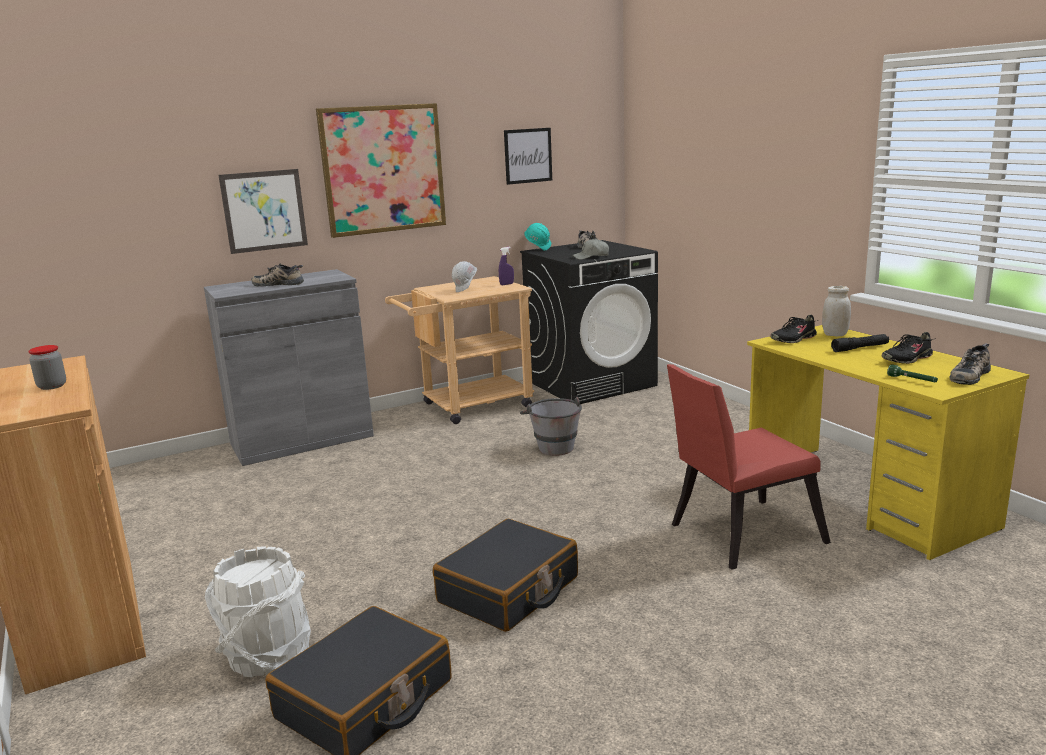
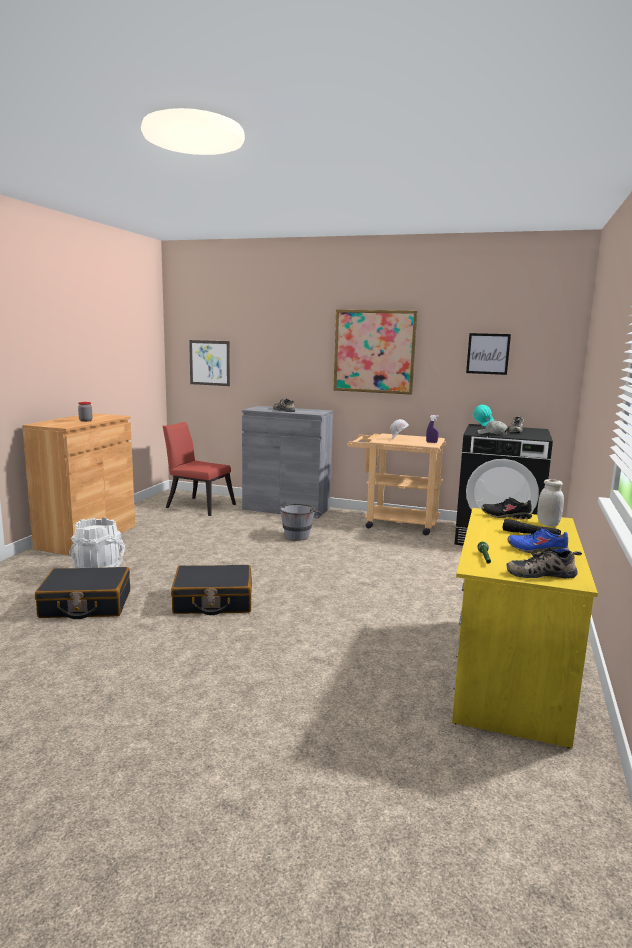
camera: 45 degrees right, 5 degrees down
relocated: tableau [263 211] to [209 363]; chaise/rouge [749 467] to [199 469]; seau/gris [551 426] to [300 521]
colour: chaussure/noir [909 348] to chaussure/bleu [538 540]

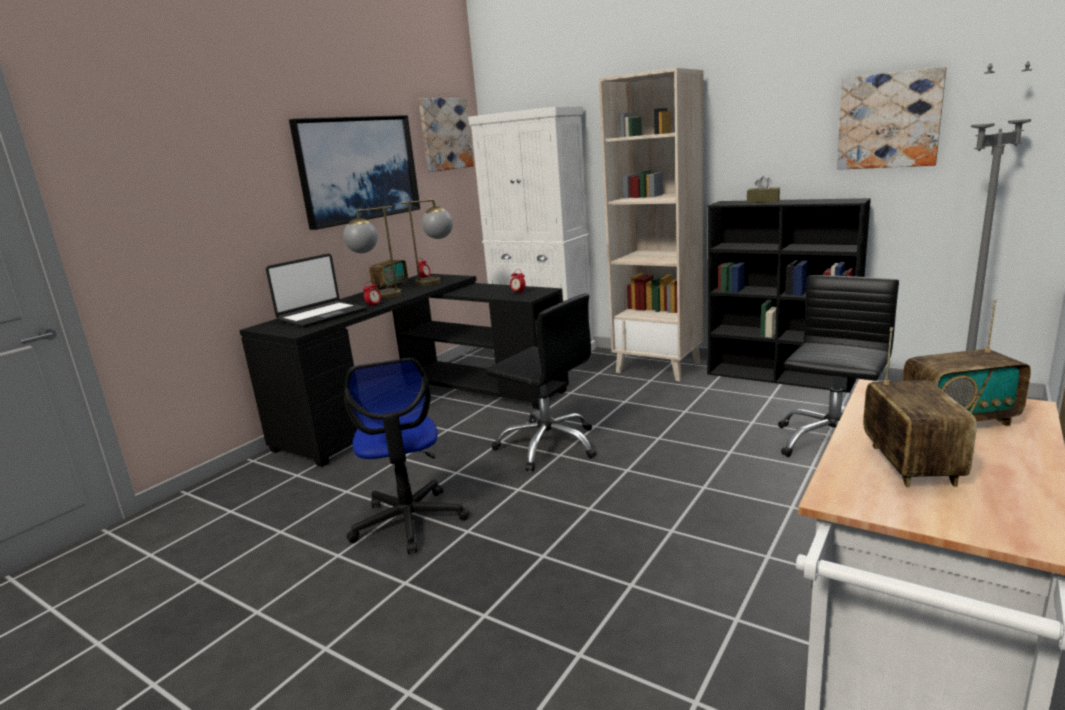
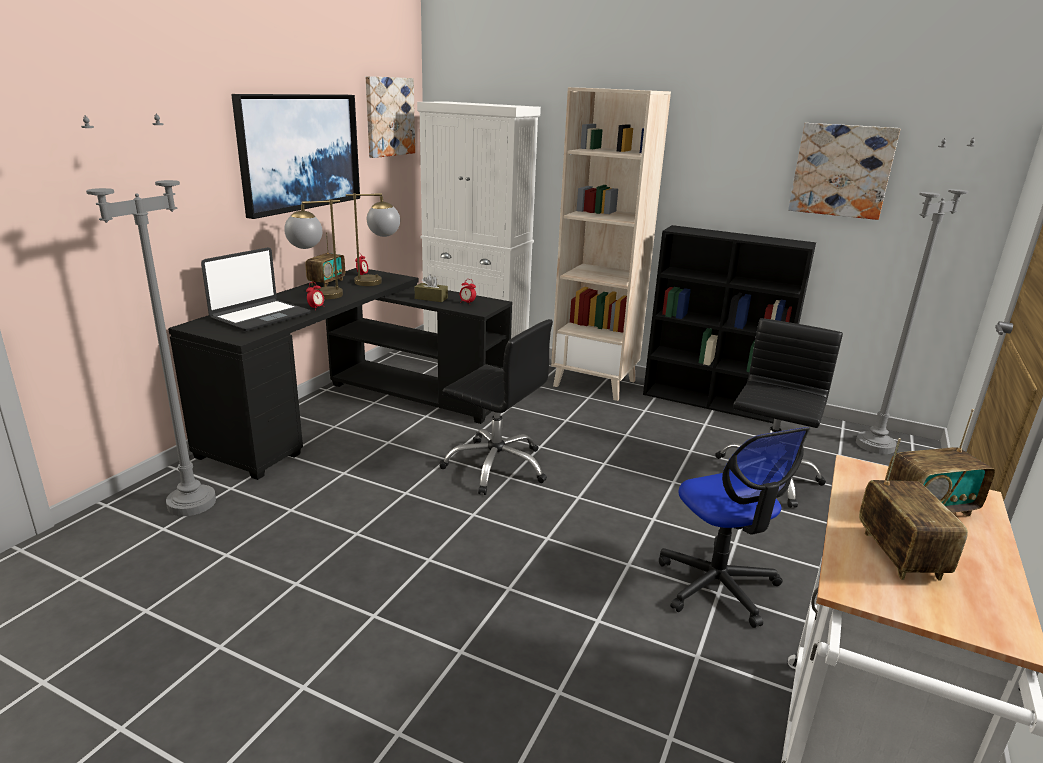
camera: 10 degrees left, 5 degrees up
appeared: lampadaire/gris [148 315]
relocated: boîte à mouchoirs/marron [763 189] to [431 288]; chaise de bureau [407 456] to [734 527]

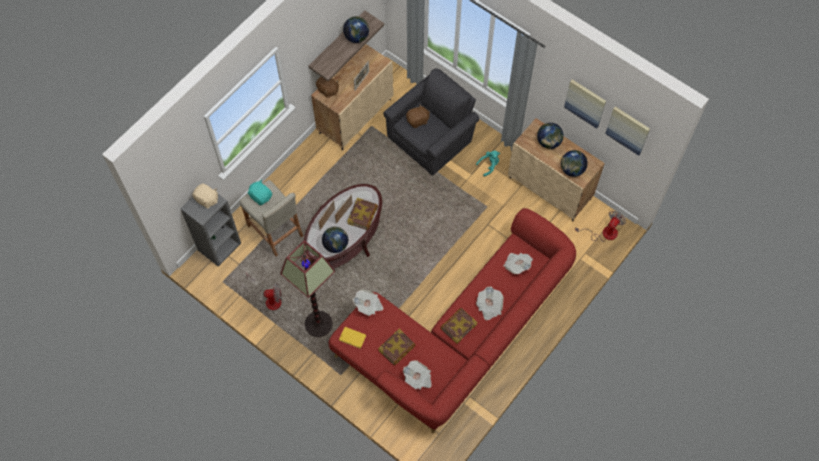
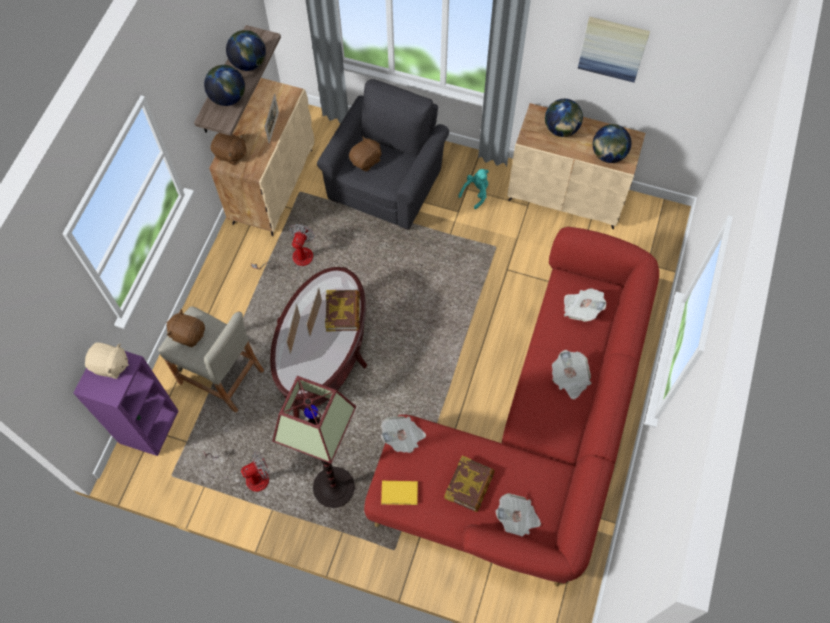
camera: 20 degrees left, 0 degrees up
missing: tableau [627 131]; livre [458 326]
relocated: ventilateur [600 226] to [283 249]; globe [335 240] to [224 85]
colour: peluche/turquoise [259 192] to peluche/marron [185 328]; bibliothèque/gris [211 230] to bibliothèque/violet [126 403]

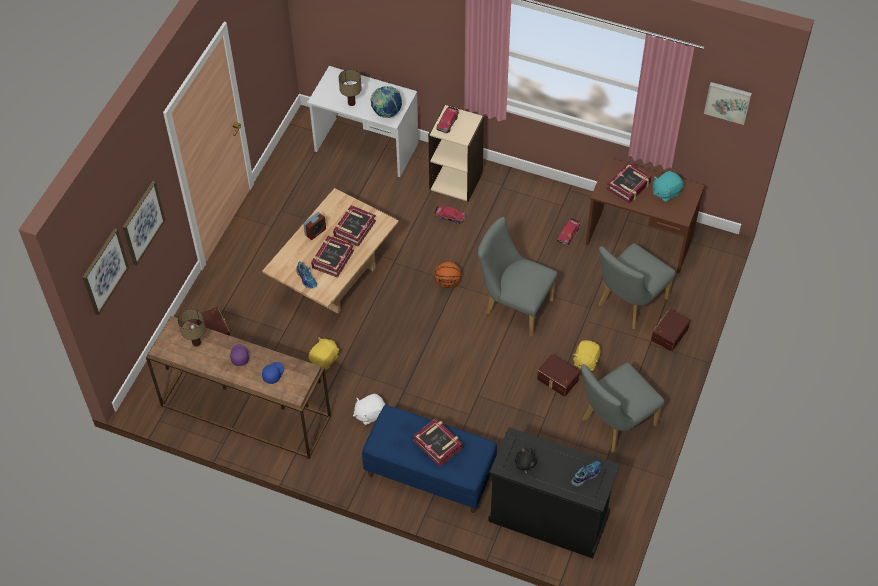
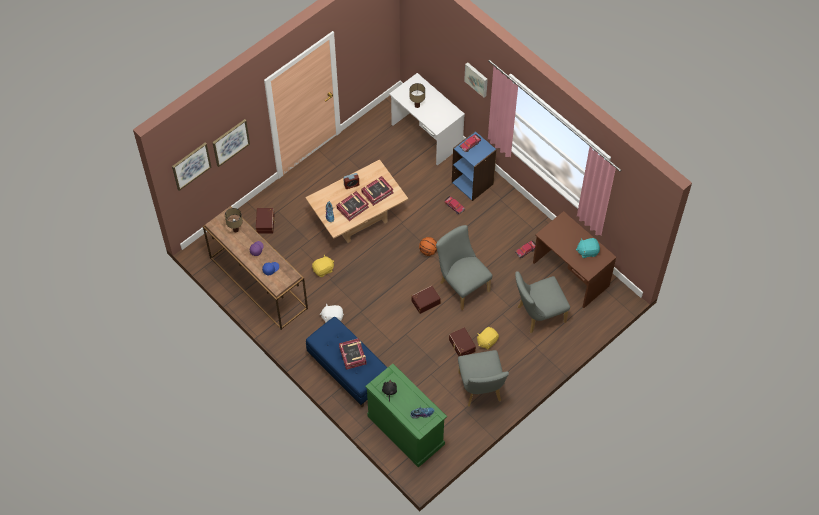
camera: 25 degrees right, 5 degrees up
missing: globe [386 102]; livre [629 183]
relocated: tableau [728 103] to [476 80]; boîte de rangement/marron [670 330] to [426 299]
colour: bibliothèque/beige [456 153] to bibliothèque/bleu [474 166]; commode/noir [554 492] to commode/vert [406 416]
spun: chaise/gris [622 408] = [483 378] 90 degrees counterclockwise

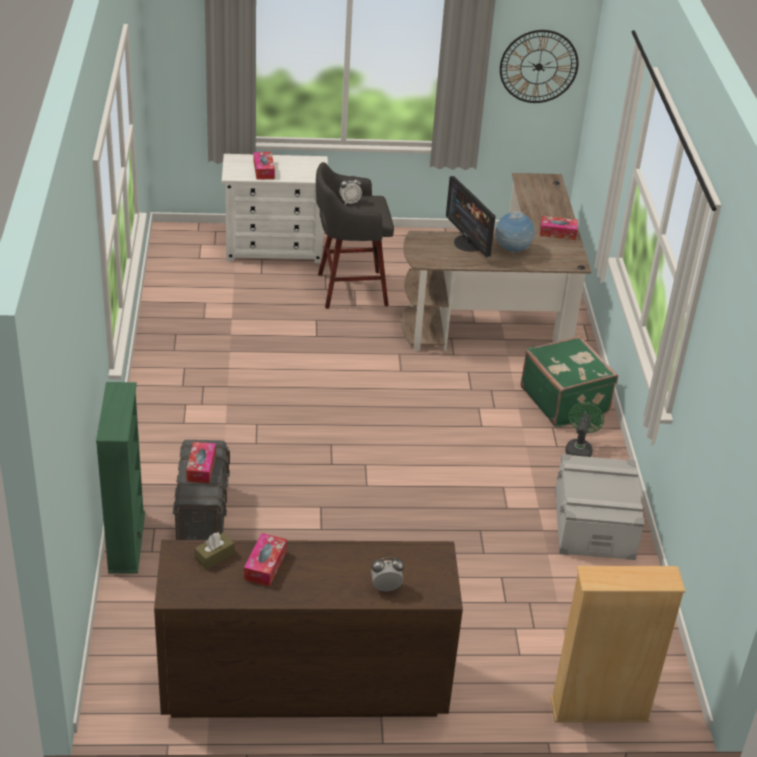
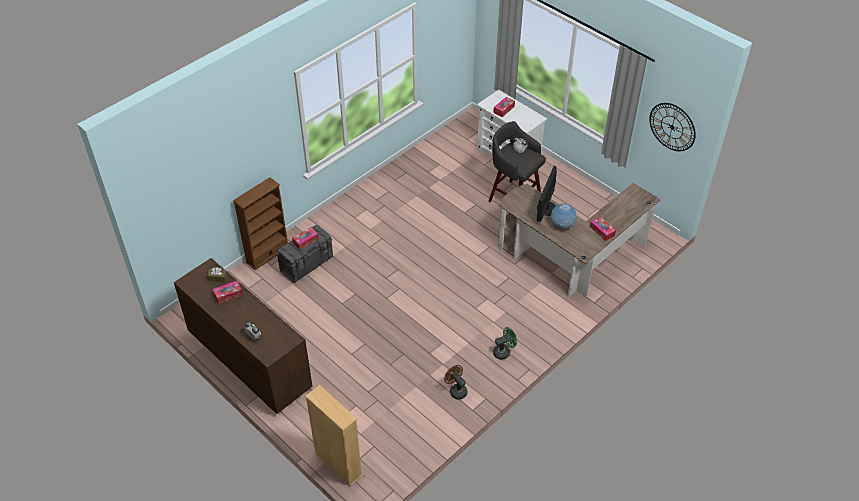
camera: 50 degrees right, 10 degrees up
missing: valise/vert [569 381]
exchanged: boîte de rangement/gris [600 507] to ventilateur/marron [455 382]
colour: bibliothèque/vert [120 477] to bibliothèque/marron [260 223]

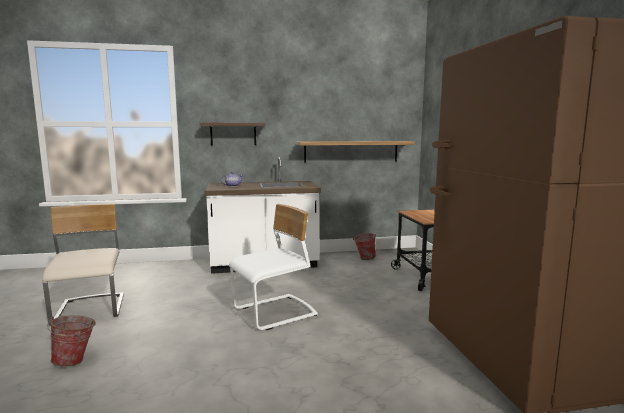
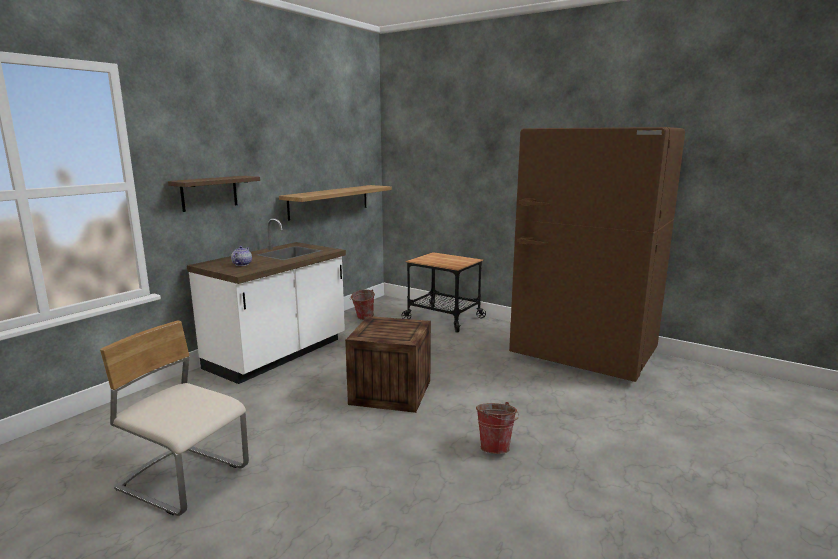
camera: 45 degrees left, 5 degrees up
relocated: seau [71 341] to [497 428]
exchanged: chaise/blanc [273 267] to caisse [388 364]

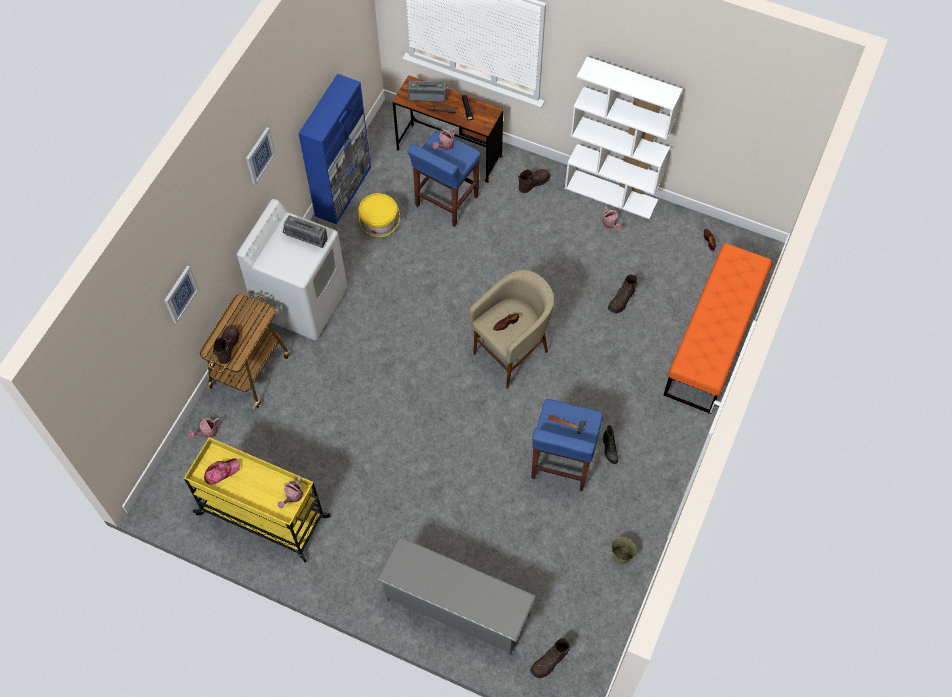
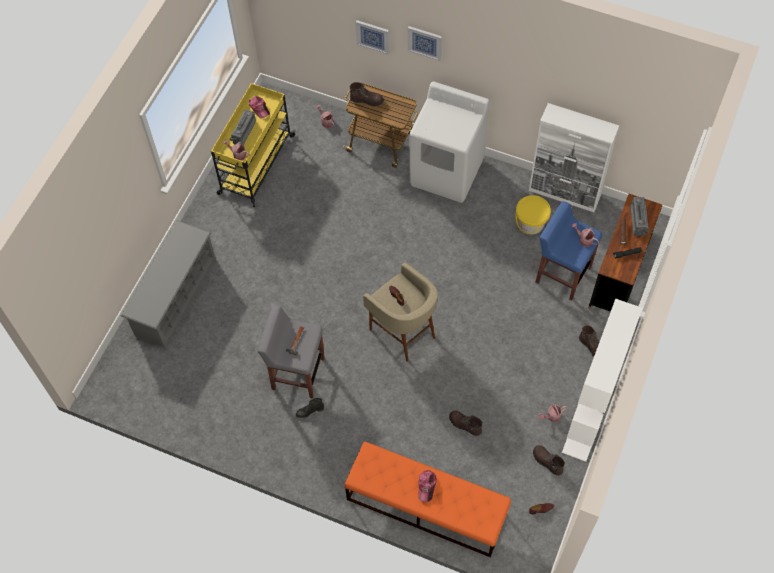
camera: 90 degrees right, 0 degrees up
missing: seau/beige [624 550]
appeared: casquette [427 486]
relocated: tableau [261 156] to [425 43]; radio [305 231] to [242 127]; botte/marron [550 658] to [549 460]
colour: meuble de rangement/bleu [334 149] to meuble de rangement/blanc [574 157]; tabouret/bleu [567 445] to tabouret/gris [291 352]

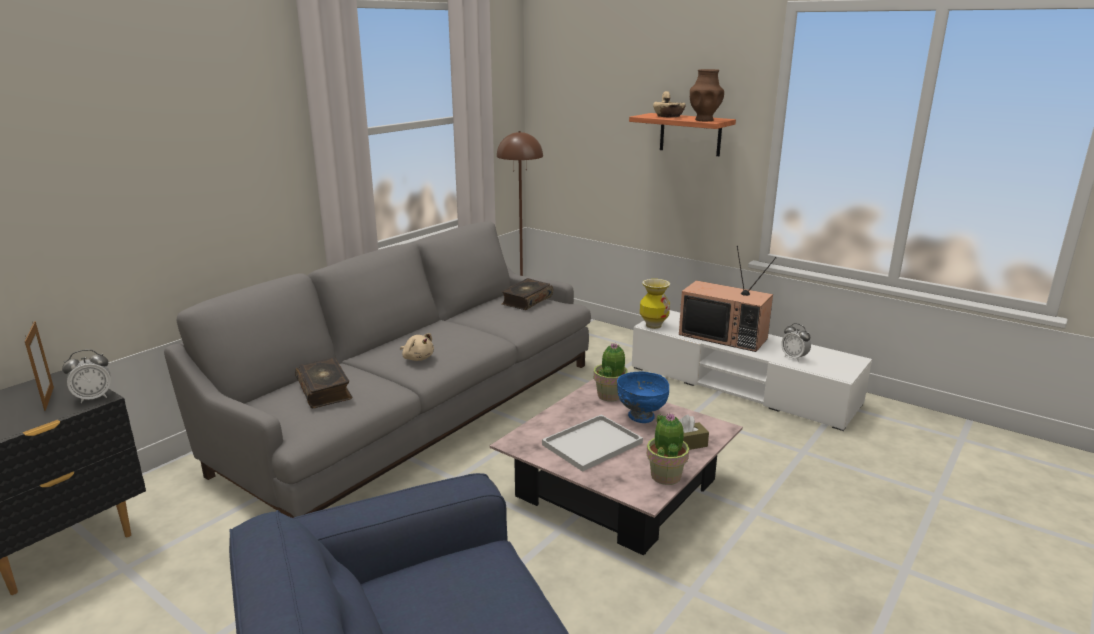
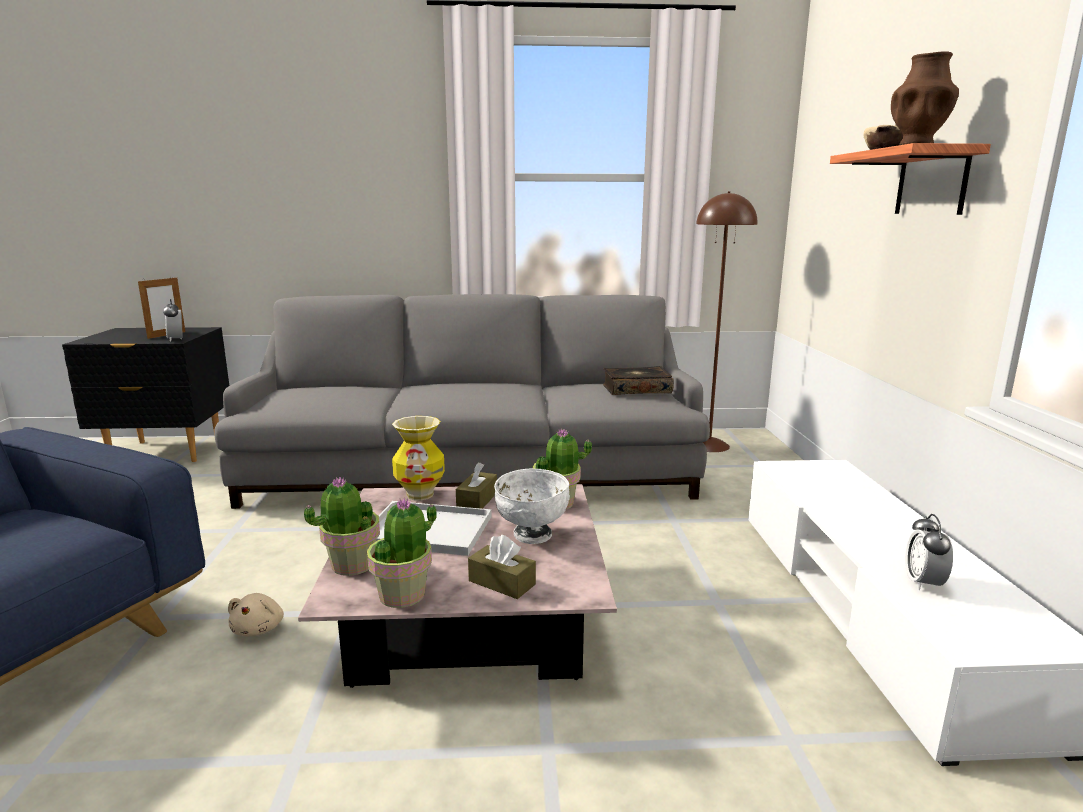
camera: 50 degrees right, 5 degrees down
missing: téléviseur [728 299]; livre [324 383]
appeared: boîte à mouchoirs/marron [476 485]; plante en pot [342 526]
relocated: vase [655 304] to [418 458]; peluche/beige [417 347] to [256 615]
colour: bol/bleu [643 397] to bol/blanc [532 506]
spun: réveil [86 376] = [172 320] 45 degrees clockwise

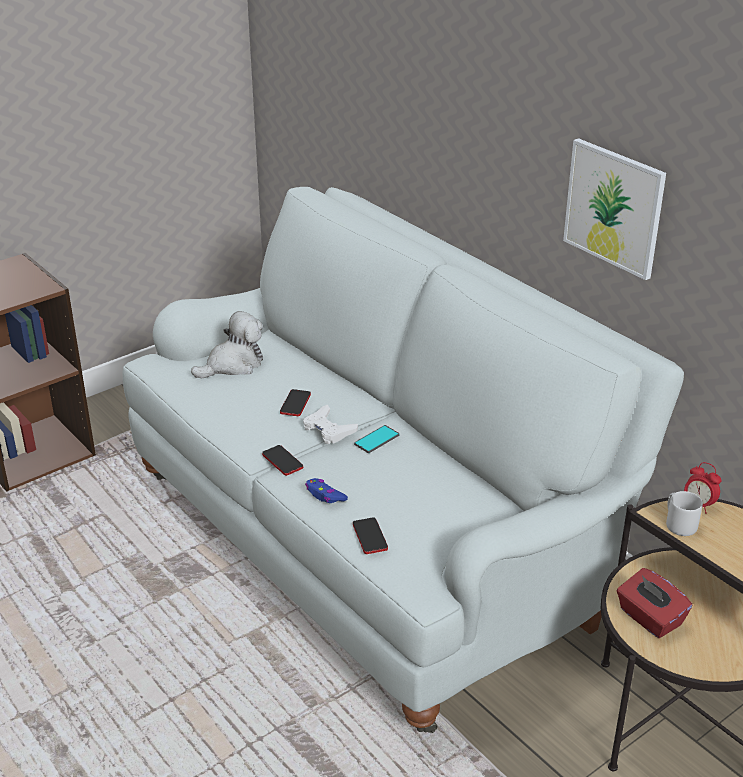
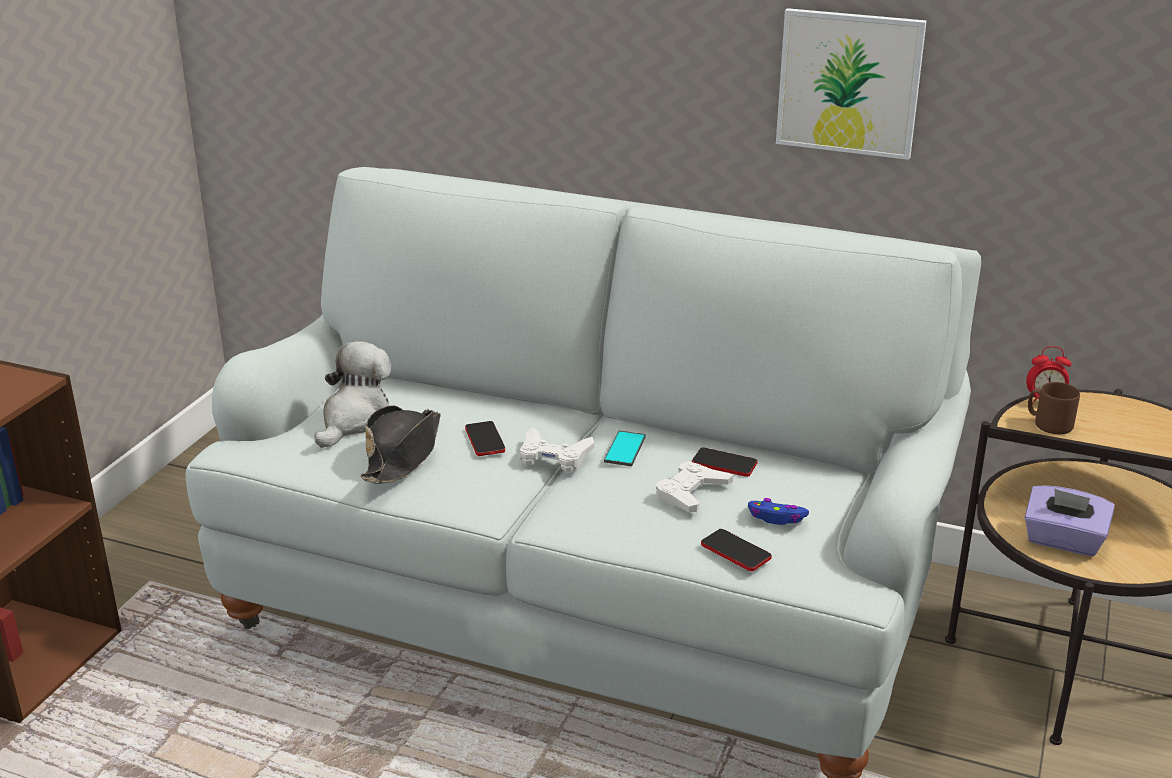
camera: 30 degrees left, 5 degrees down
appeared: chapeau/noir [400 444]; manette/blanc [694 486]
relocated: téléphone [282 460] to [725 462]; manette/bleu [326 490] to [778 511]
colour: mug/gris [684 513] to mug/marron [1054 408]; boîte à mouchoirs/rouge [654 603] to boîte à mouchoirs/violet [1070 520]

